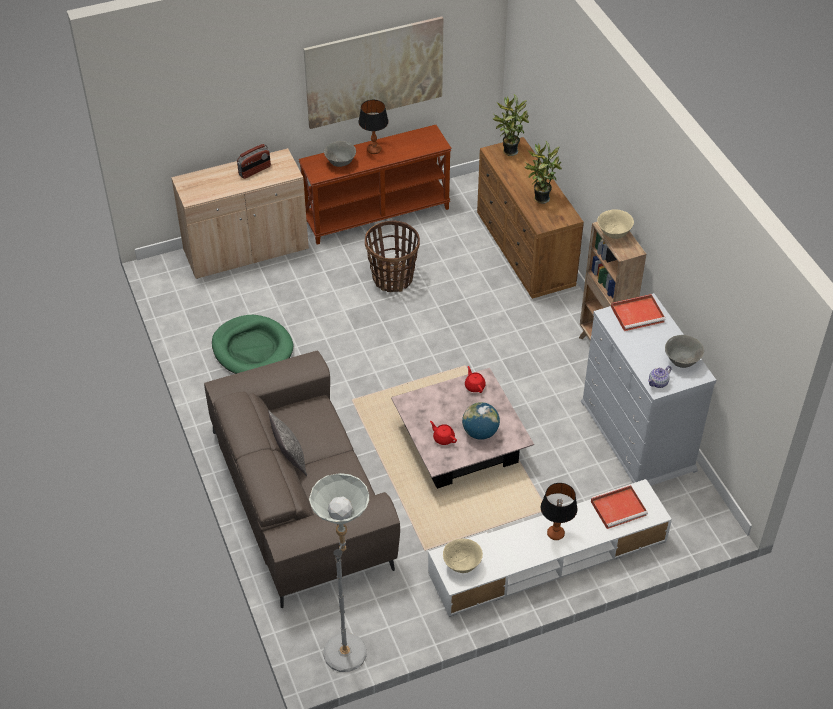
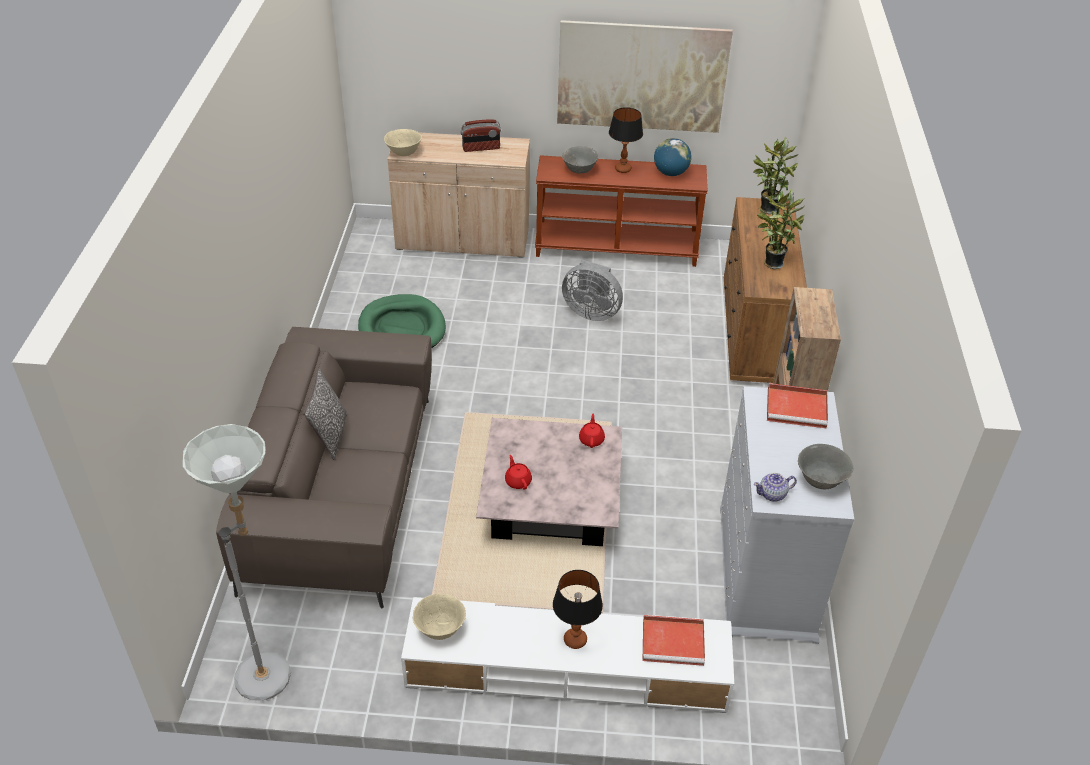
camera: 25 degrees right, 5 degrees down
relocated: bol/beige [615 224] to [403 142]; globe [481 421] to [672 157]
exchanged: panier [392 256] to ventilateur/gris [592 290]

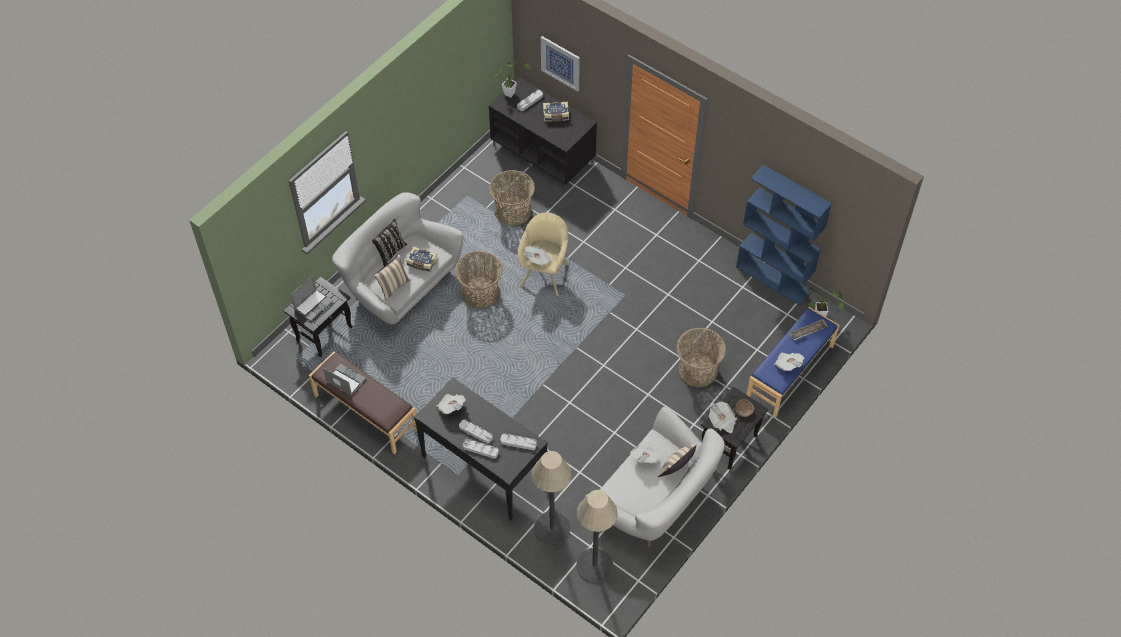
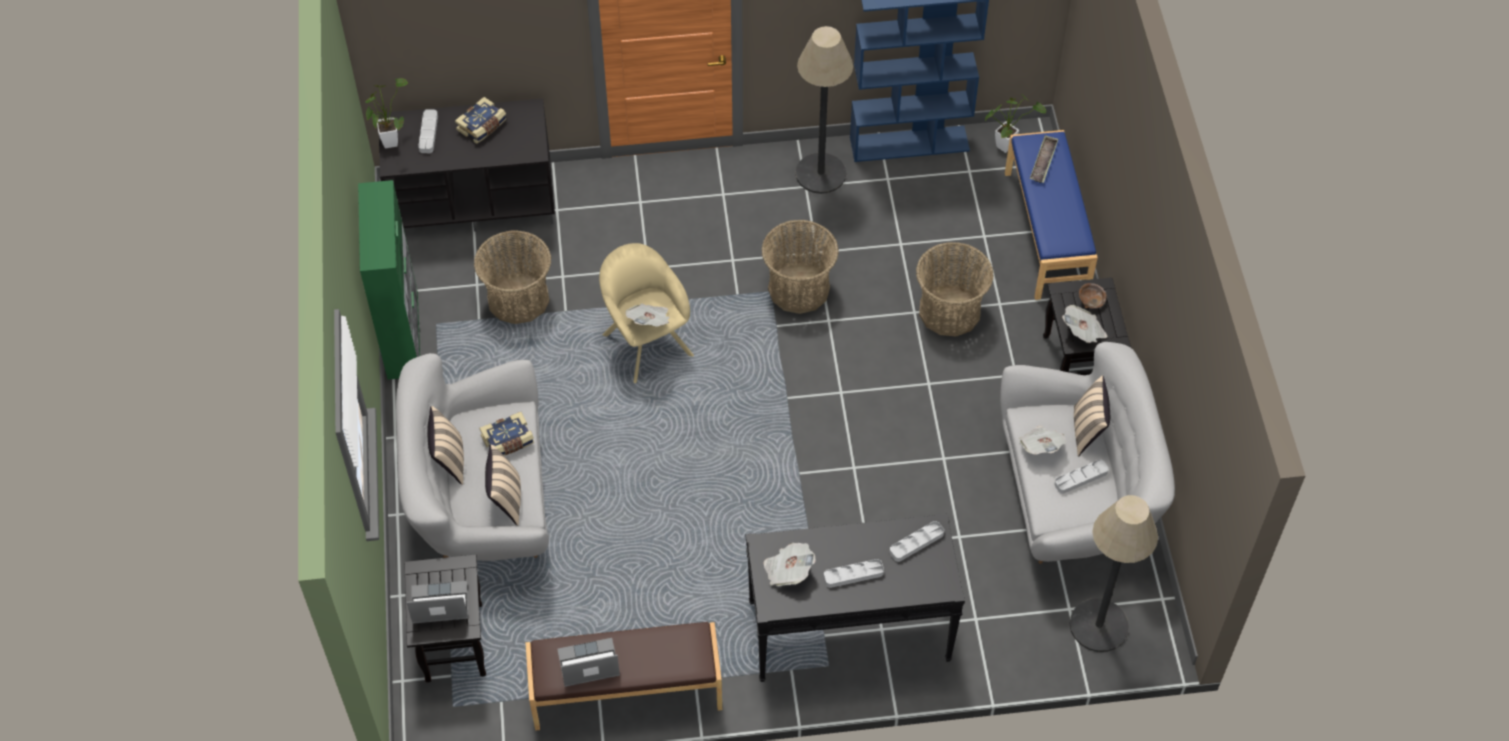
camera: 45 degrees left, 0 degrees up
missing: tableau [560 64]; journal [789 362]
appeared: meuble de rangement/vert [389 280]
relocated: panier [478 279] to [800 267]; plateau/gris [481 448] to [1081 476]; lampadaire [552 498] to [824 110]
colour: coussin/noir [389 242] to coussin/beige [445 445]
spun: ordinateur portable [312 298] = [437 602] 90 degrees counterclockwise

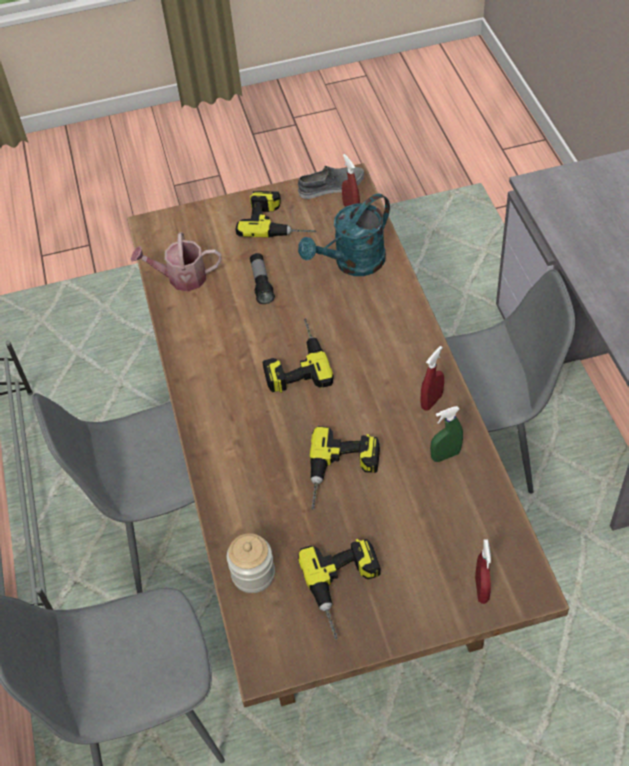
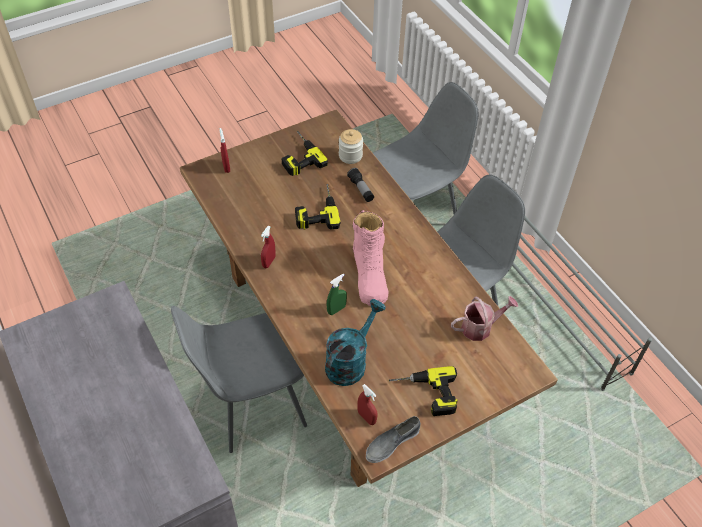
camera: 160 degrees right, 0 degrees up
relocated: lampe de poche [262 278] to [360 185]; vaporisateur/vert [446 434] to [336 294]
exchanged: perceuse [298 356] to botte/rose [371 258]

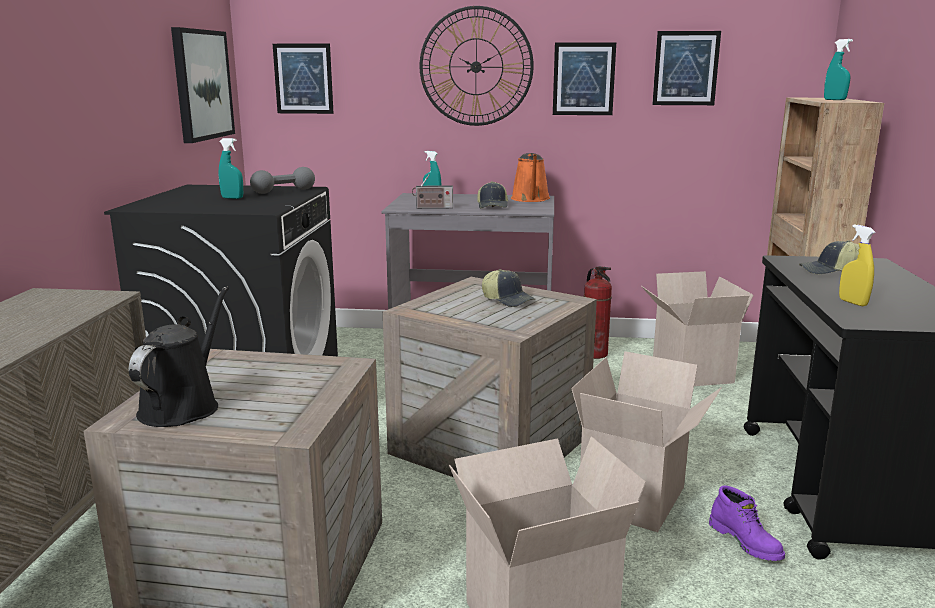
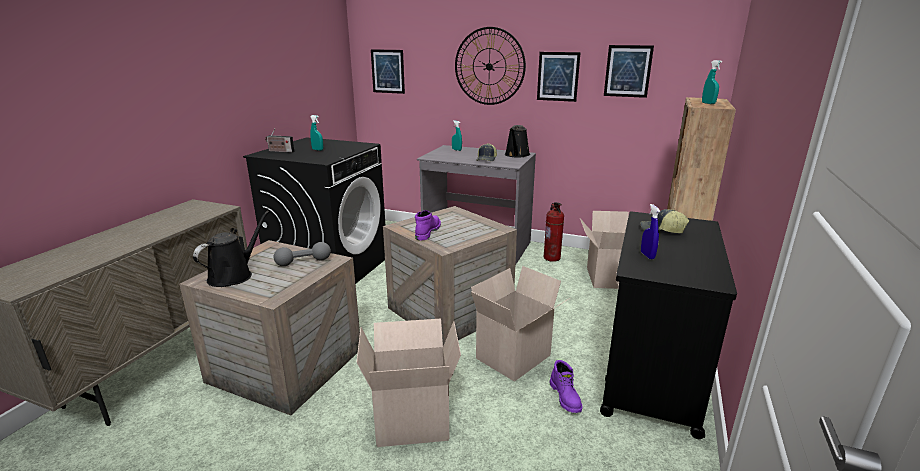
camera: 15 degrees right, 5 degrees up
missing: tableau [203 85]; casquette [508 288]
appeared: botte/violet [428 225]
relocated: haltère/gris [282 180] to [302 254]; radio [432 191] to [279 141]
colour: arrosoir/orange [530 177] to arrosoir/noir [517 141]; vaporisateur/jaune [857 265] to vaporisateur/bleu [650 231]

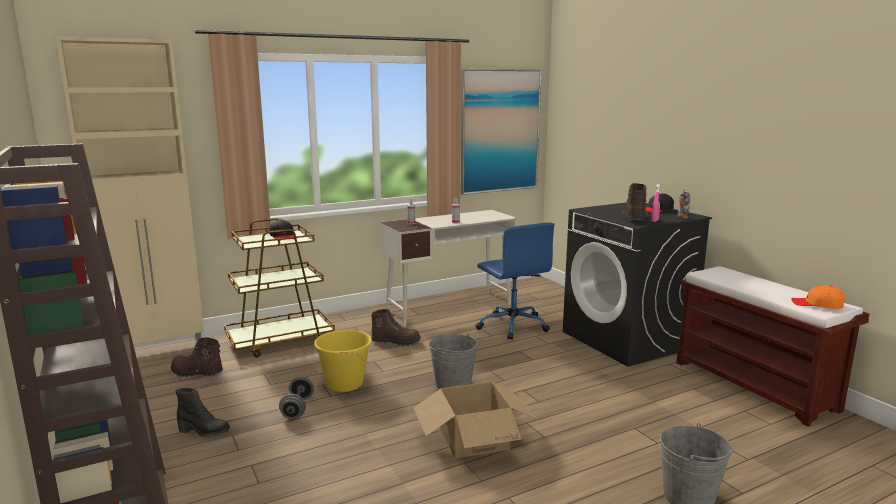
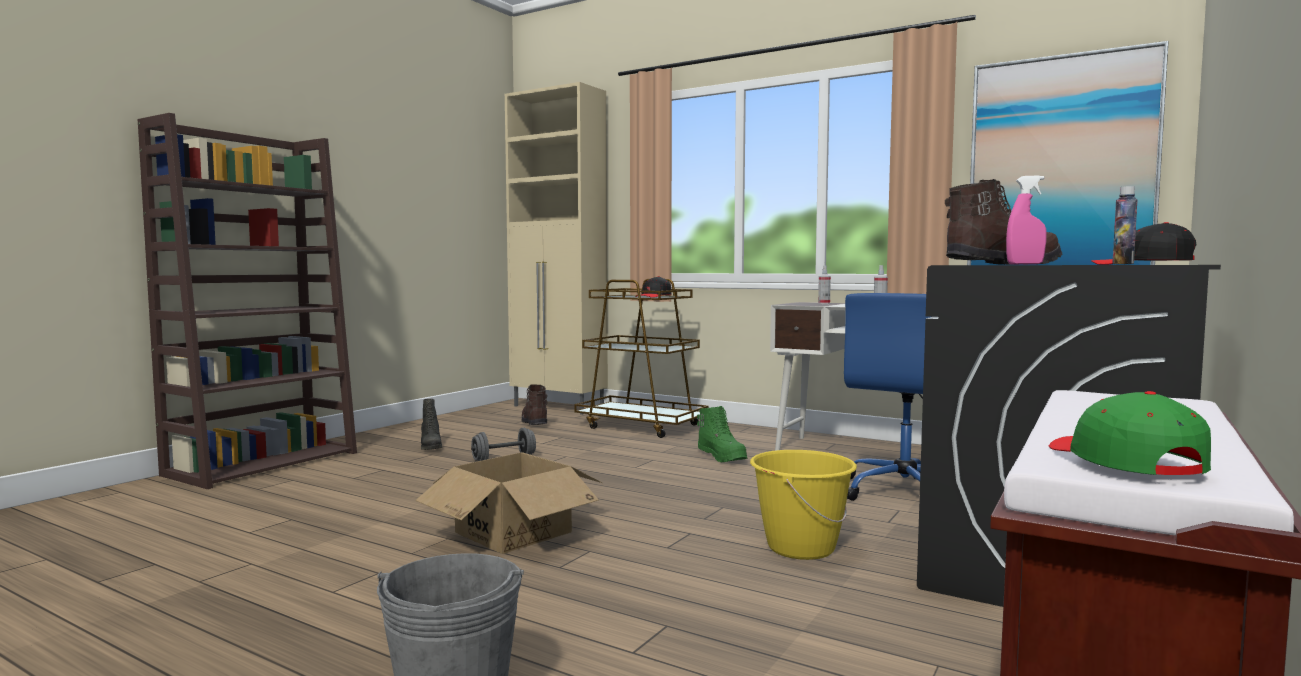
camera: 60 degrees right, 10 degrees down
missing: seau/gris [453 361]
relocated: seau/jaune [343 361] to [803 505]
colour: casquette/orange [818 297] to casquette/vert [1130 433]; botte/marron [396 327] to botte/vert [722 434]

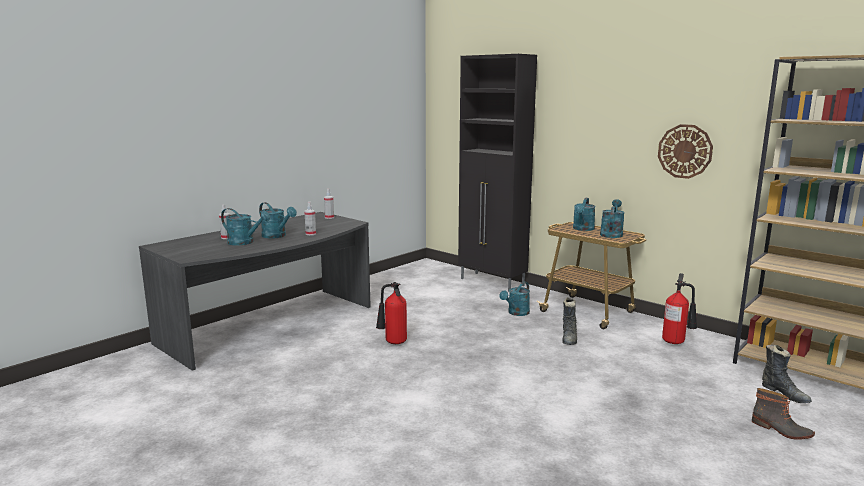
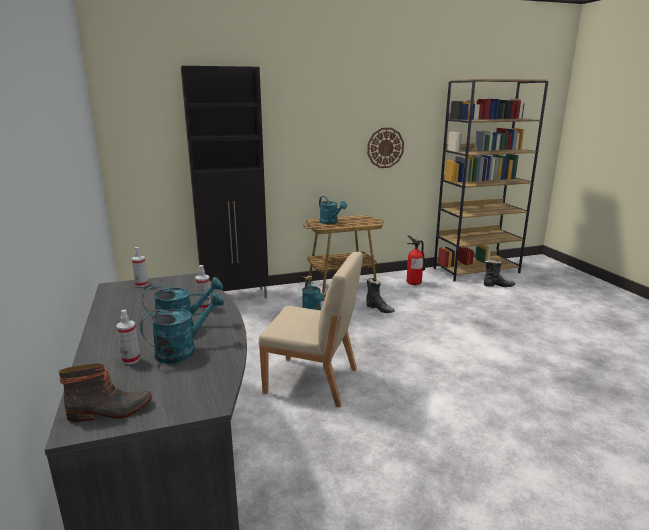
camera: 60 degrees left, 5 degrees up
missing: arrosoir/turquoise [612 218]
relocated: botte [783 414] to [105 392]
exchanged: extincteur [391 313] to chaise/beige [310 329]

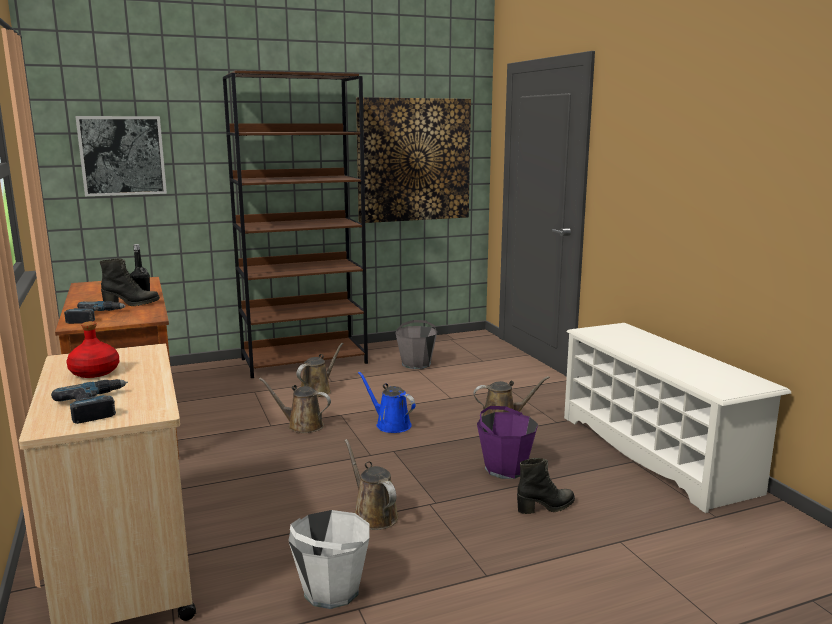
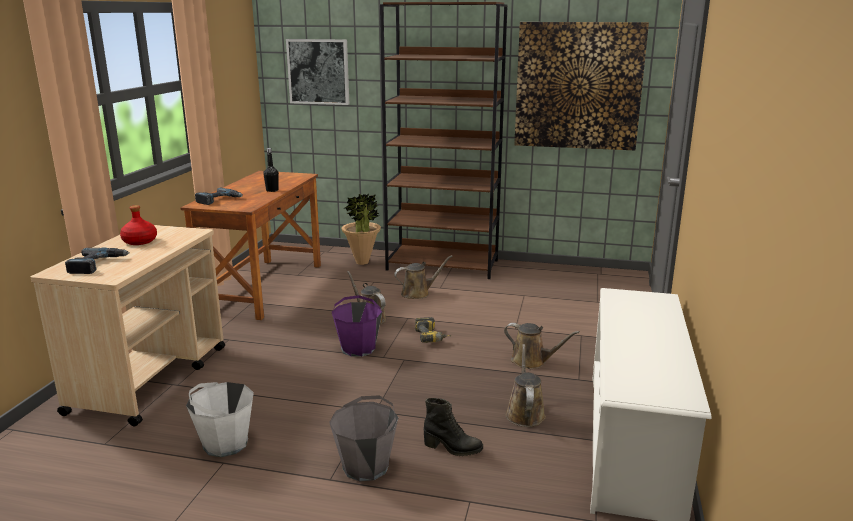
camera: 35 degrees right, 5 degrees up
missing: botte/noir [130 282]
appeared: plante en pot [361 229]
relocated: seau/gris [416 344] to [364 438]; seau/violet [507 442] to [357 326]; arrosoir/marron [371 484] to [525 385]
exchanged: arrosoir/bleu [387 402] to perceuse [433 330]

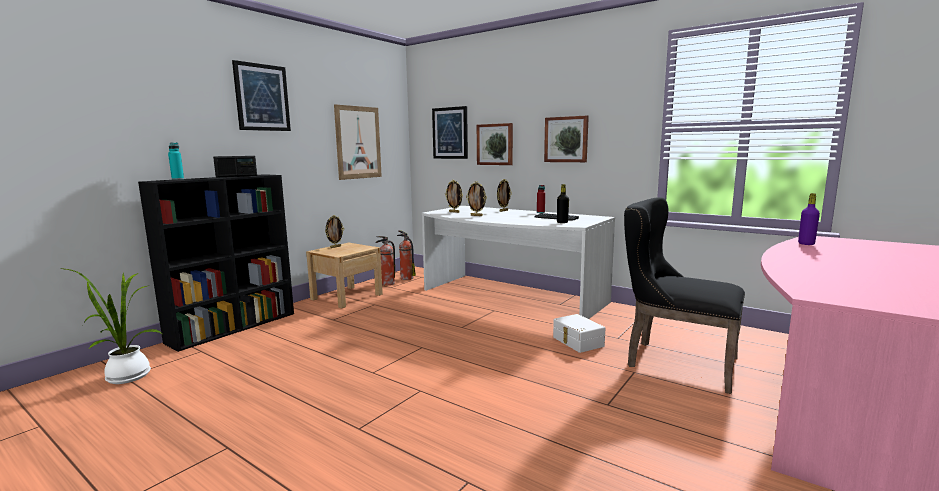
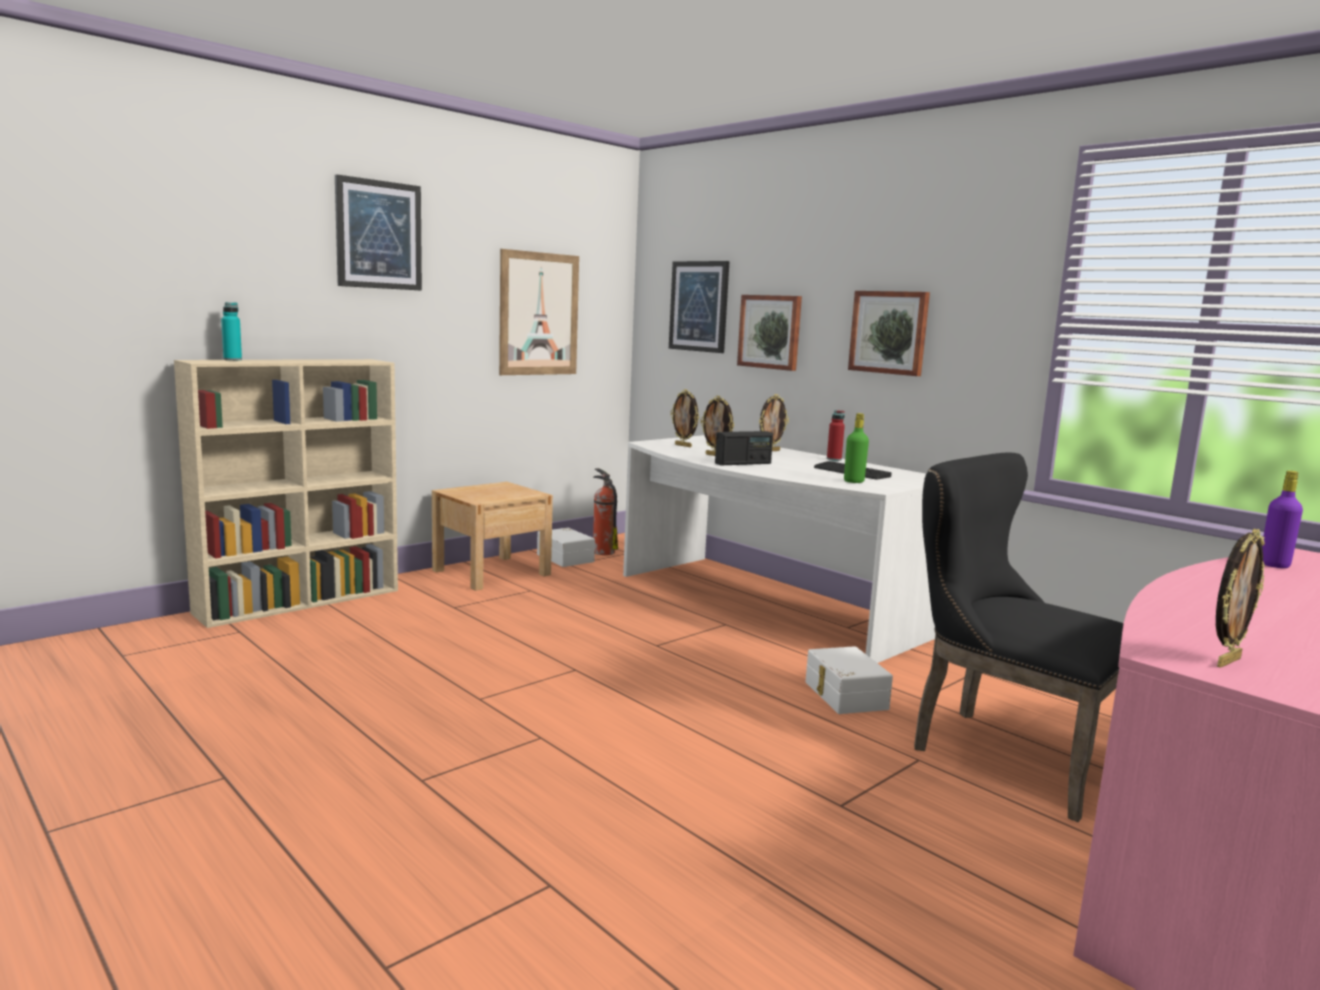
camera: 10 degrees right, 0 degrees up
missing: plante en pot [110 326]
relocated: radio [235 167] to [744 448]; cadre photo [334 231] to [1240 598]
exchanged: extincteur [385 260] to boîte de rangement/blanc [566 547]
colour: bibliothèque/noir [216 263] to bibliothèque/beige [286 493]; bouteille/noir [563 203] to bouteille/vert [856 448]

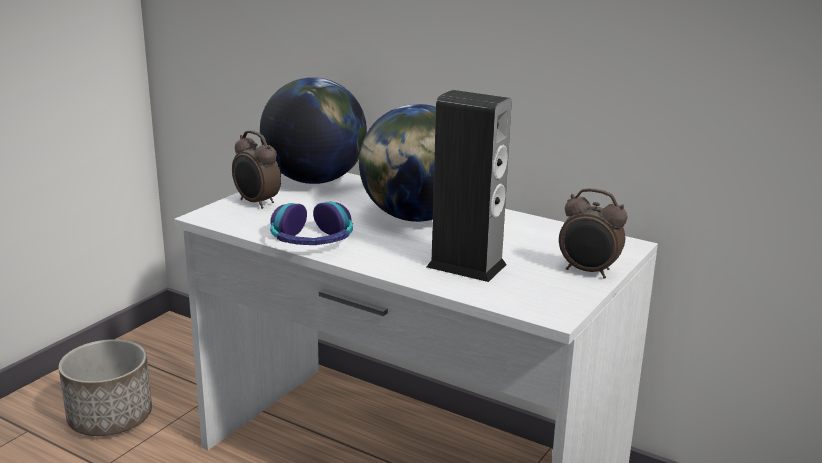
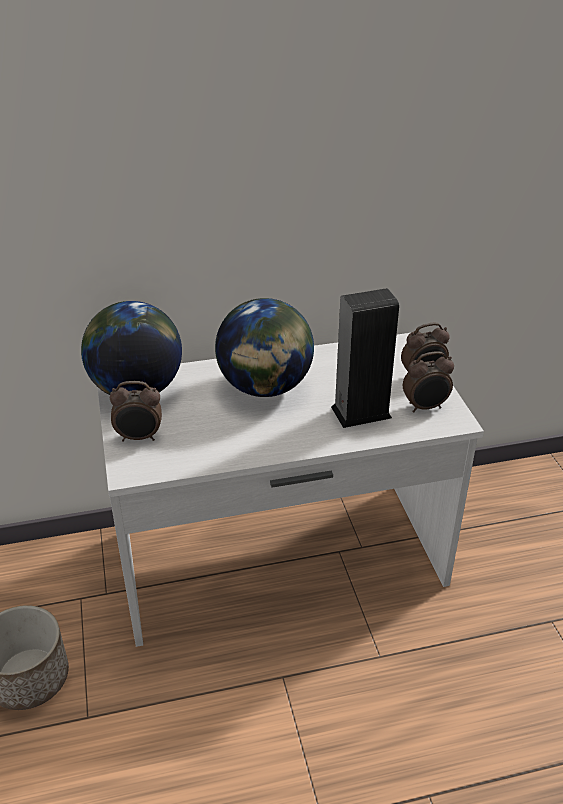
camera: 45 degrees left, 15 degrees up
missing: casque audio [311 223]
appeared: réveil [428 382]

